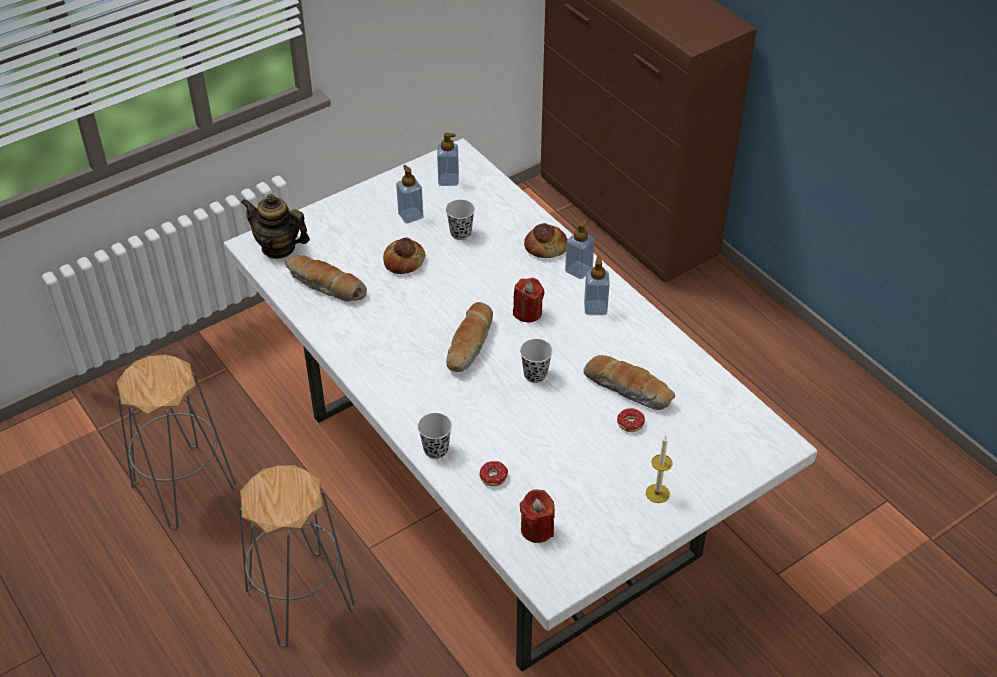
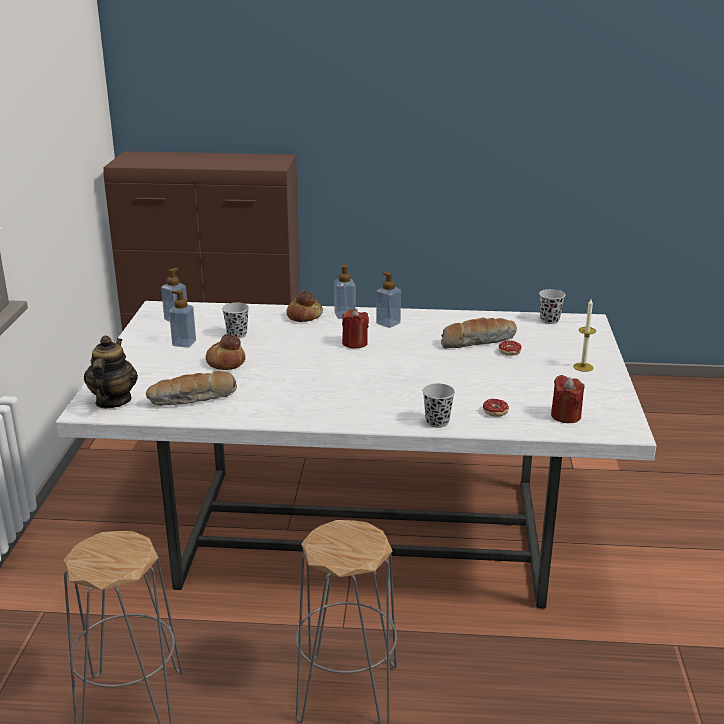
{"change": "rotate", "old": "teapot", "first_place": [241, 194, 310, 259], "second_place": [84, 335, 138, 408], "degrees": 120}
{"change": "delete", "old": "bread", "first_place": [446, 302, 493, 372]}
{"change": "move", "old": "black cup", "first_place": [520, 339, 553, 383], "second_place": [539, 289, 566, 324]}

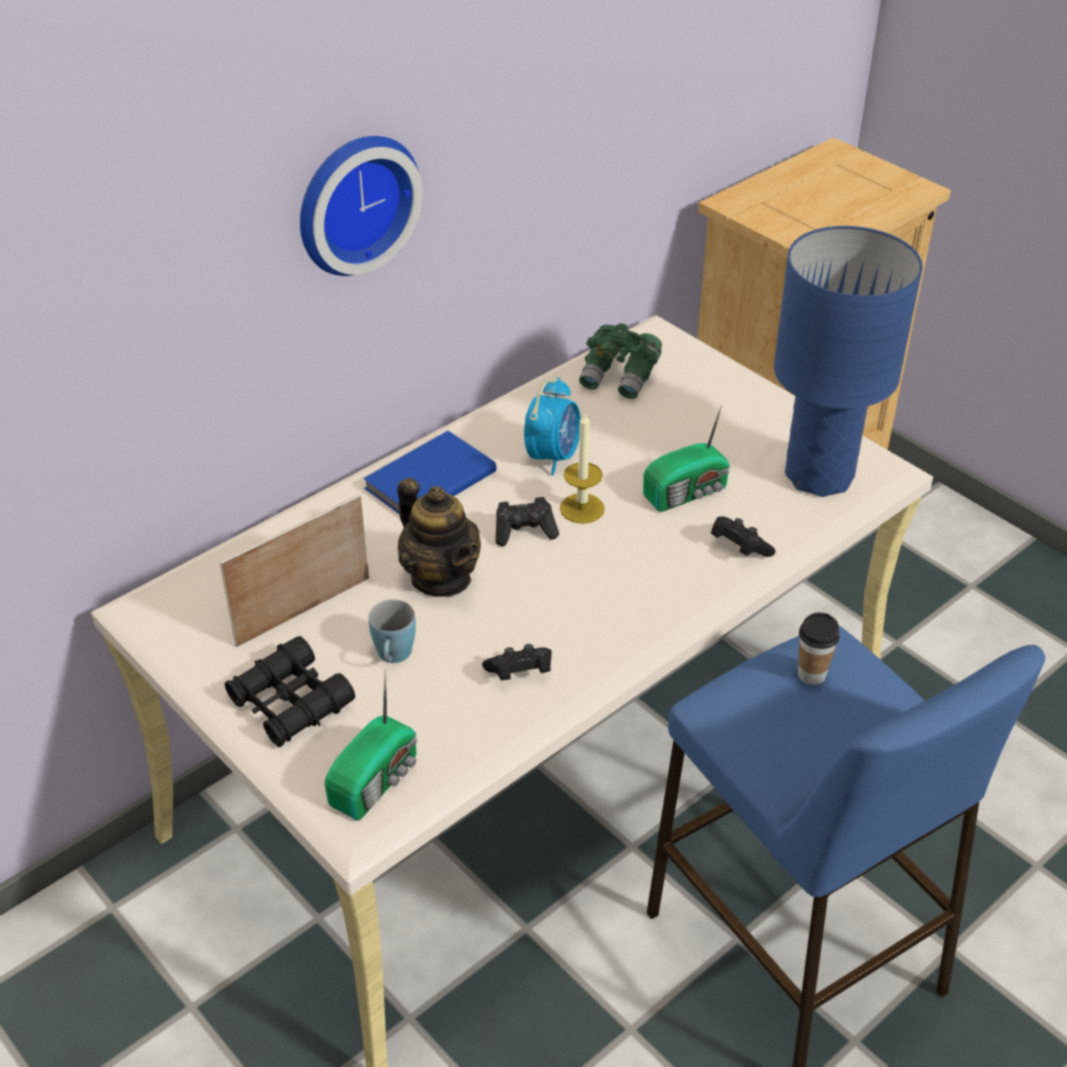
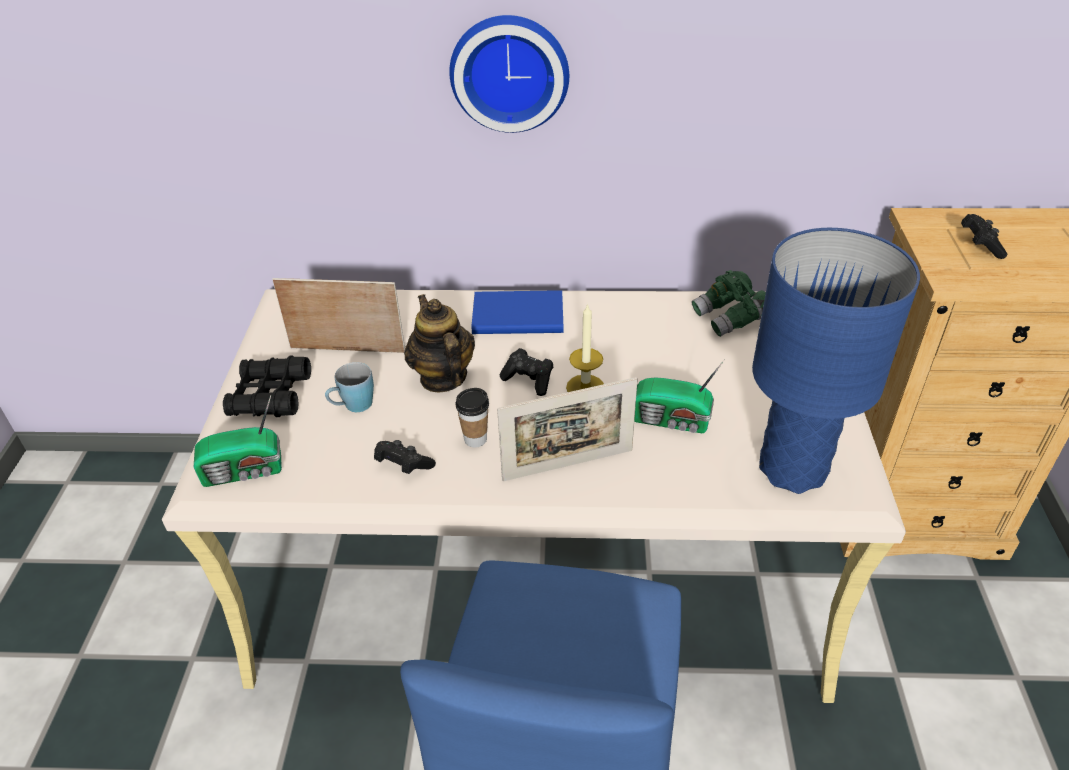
{"change": "delete", "old": "alarm clock", "first_place": [524, 377, 581, 476]}
{"change": "rotate", "old": "teapot", "first_place": [397, 478, 481, 597], "second_place": [404, 294, 475, 392], "degrees": 150}
{"change": "move", "old": "black game controller", "first_place": [711, 516, 775, 557], "second_place": [961, 214, 1007, 259]}
{"change": "move", "old": "cup", "first_place": [798, 613, 840, 685], "second_place": [455, 388, 489, 447]}
{"change": "insert", "new": "picture frame", "second_place": [497, 377, 638, 481]}

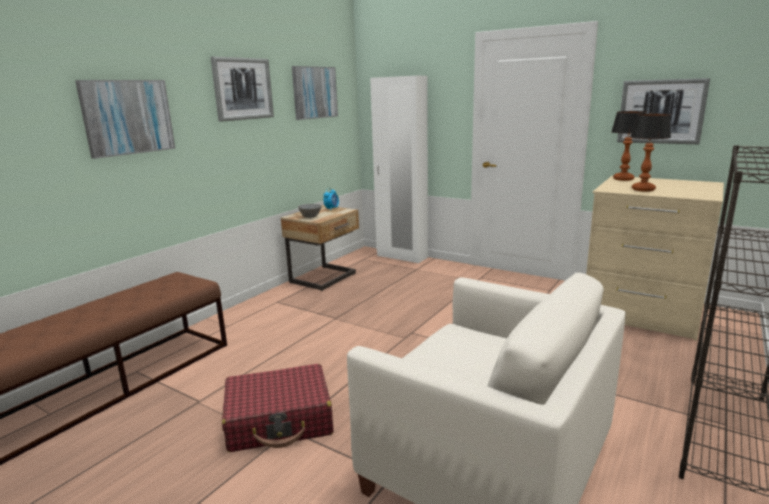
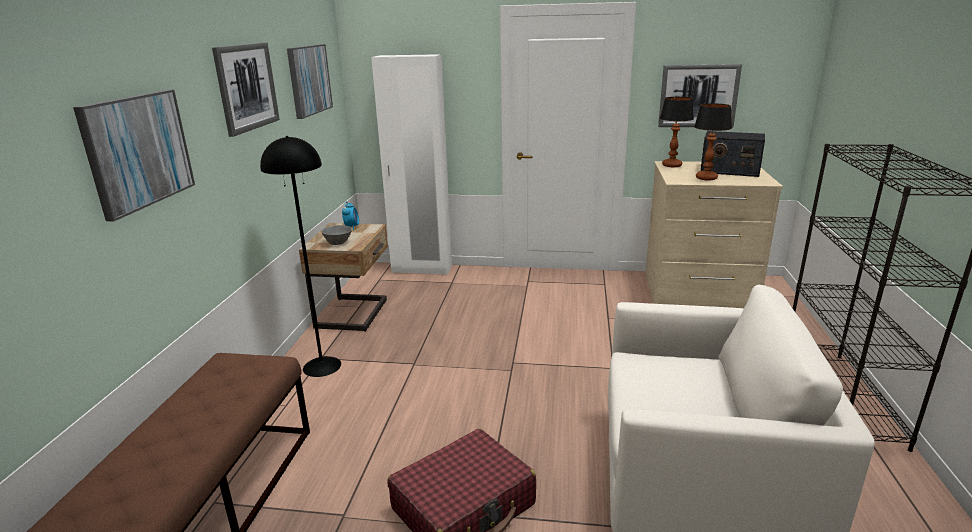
{"change": "insert", "new": "radio", "second_place": [701, 131, 765, 177]}
{"change": "insert", "new": "black floor lamp", "second_place": [260, 136, 341, 377]}

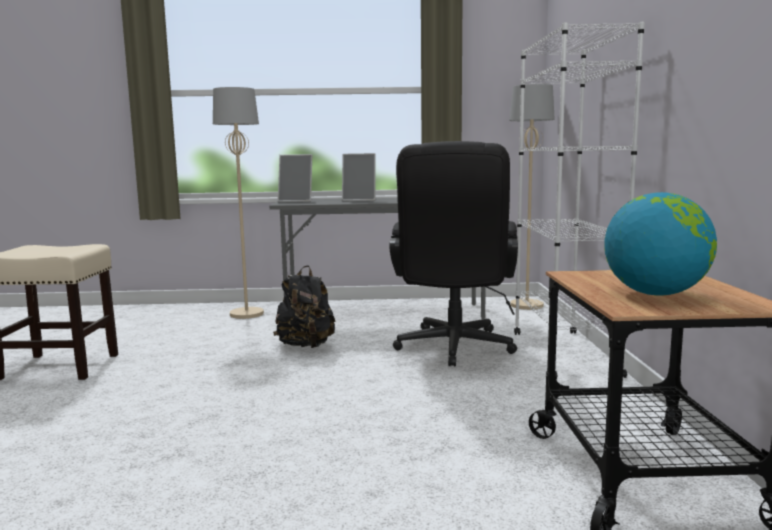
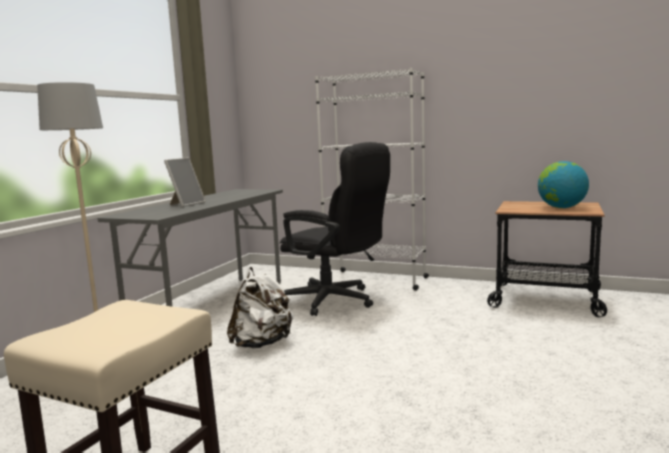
{"change": "delete", "old": "beige floor lamp", "first_place": [510, 84, 555, 310]}
{"change": "delete", "old": "picture frame", "first_place": [278, 154, 312, 202]}
{"change": "recolor", "old": "black backpack", "new": "white backpack", "first_place": [273, 265, 335, 348], "second_place": [227, 267, 294, 348]}

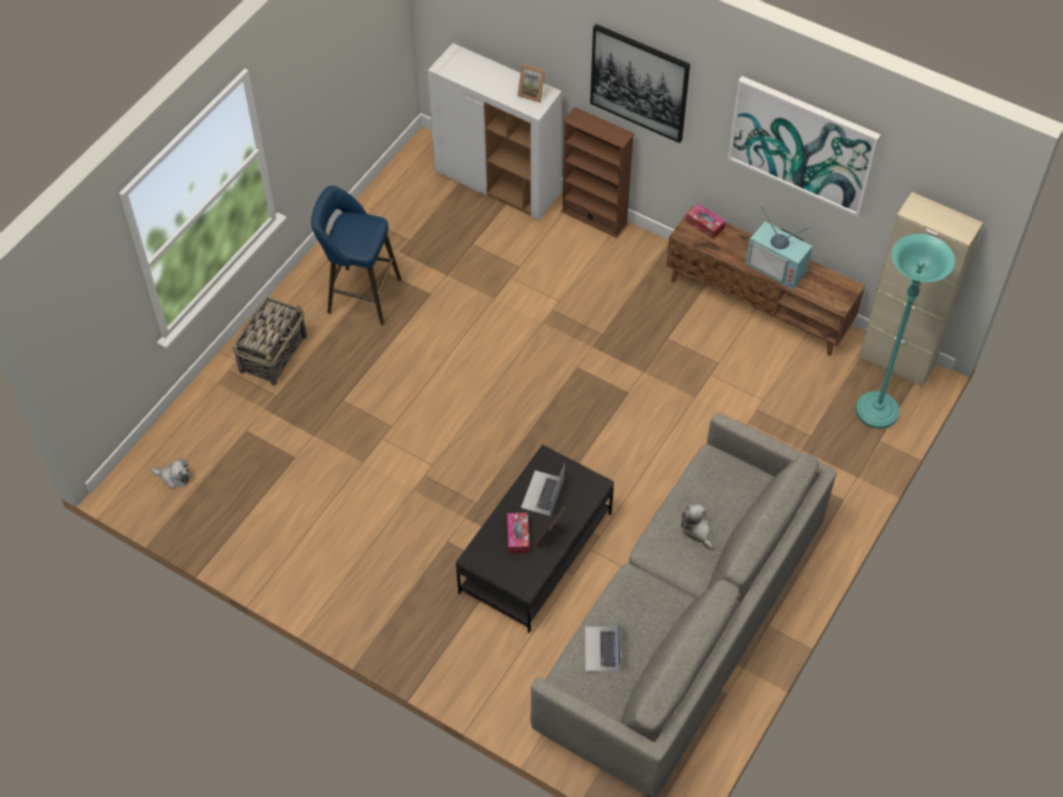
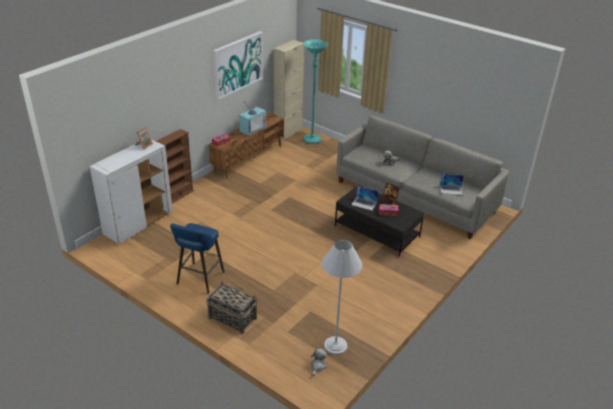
{"change": "delete", "old": "picture", "first_place": [590, 24, 690, 143]}
{"change": "insert", "new": "white floor lamp", "second_place": [322, 240, 362, 355]}

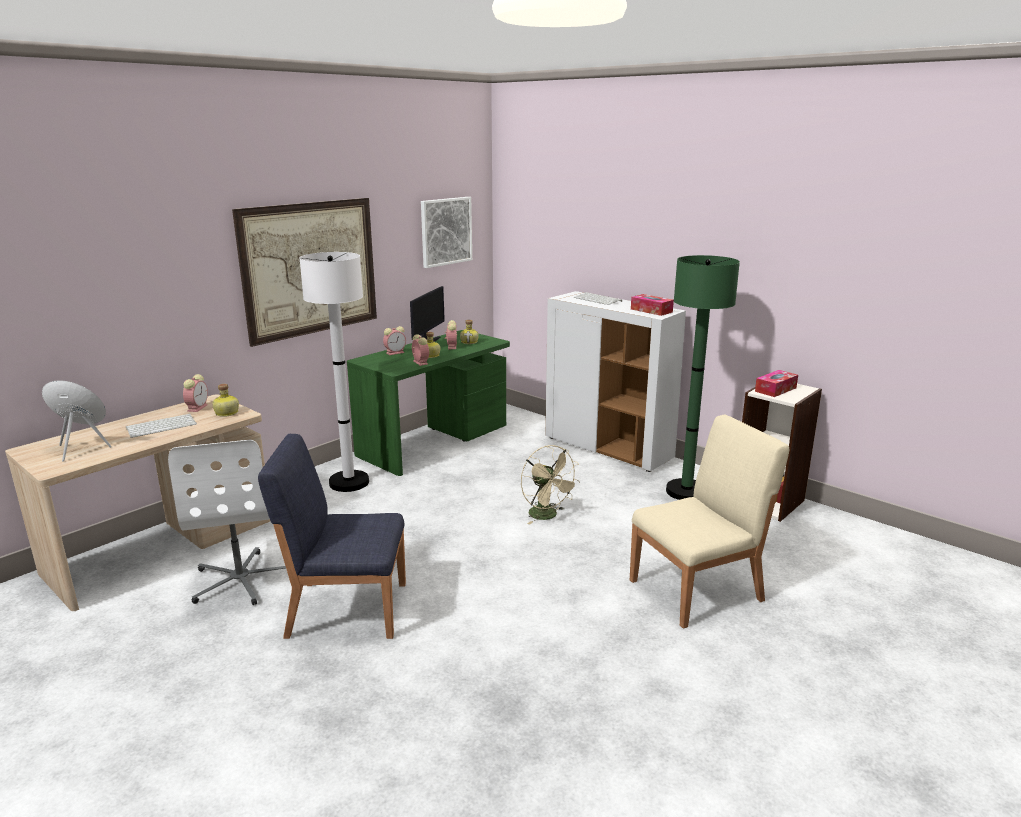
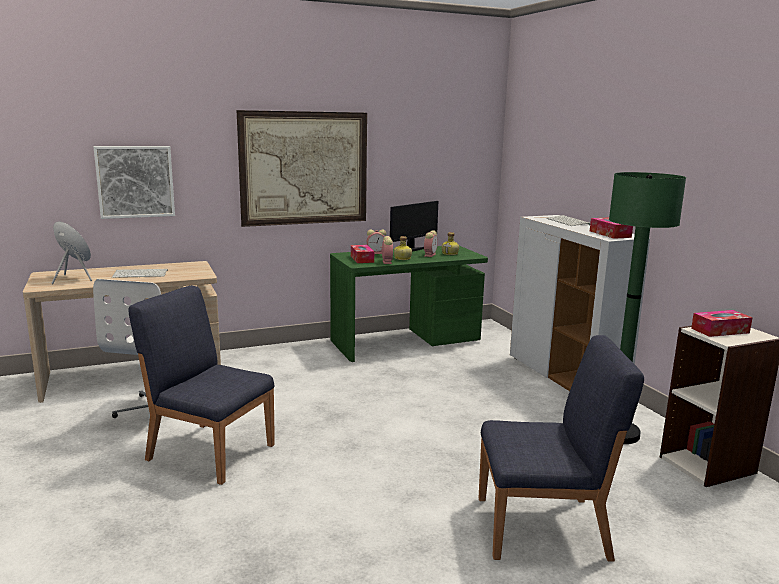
{"change": "move", "old": "picture", "first_place": [421, 197, 472, 268], "second_place": [94, 146, 175, 219]}
{"change": "delete", "old": "white floor lamp", "first_place": [300, 252, 369, 492]}
{"change": "delete", "old": "alarm clock", "first_place": [183, 374, 208, 412]}
{"change": "delete", "old": "bottle", "first_place": [212, 384, 239, 417]}
{"change": "recolor", "old": "beige chair", "new": "blue chair", "first_place": [630, 414, 789, 629], "second_place": [479, 335, 644, 561]}
{"change": "delete", "old": "beige fan", "first_place": [521, 445, 580, 524]}
{"change": "insert", "new": "tissue box", "second_place": [351, 245, 374, 263]}

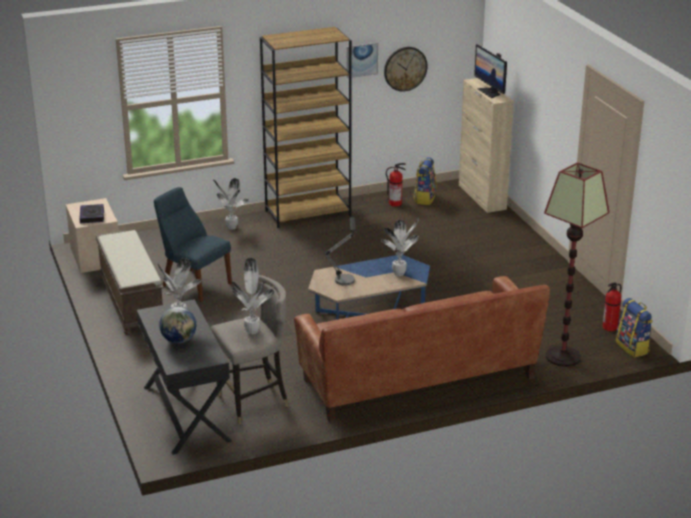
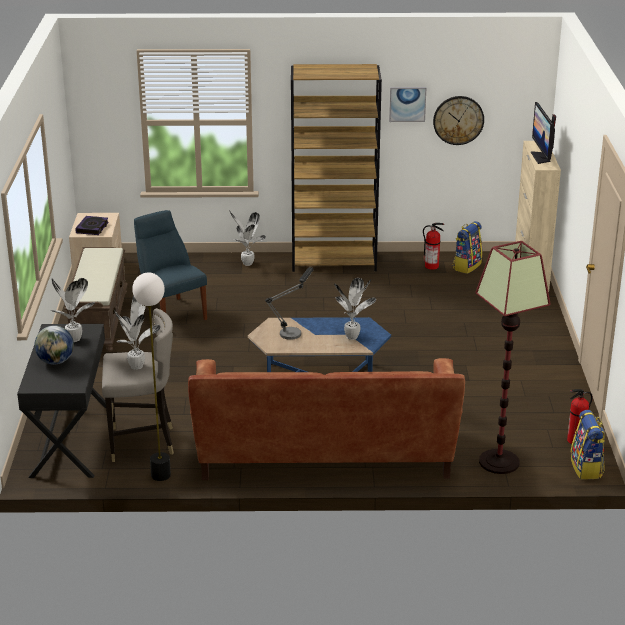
{"change": "insert", "new": "floor lamp", "second_place": [132, 272, 171, 481]}

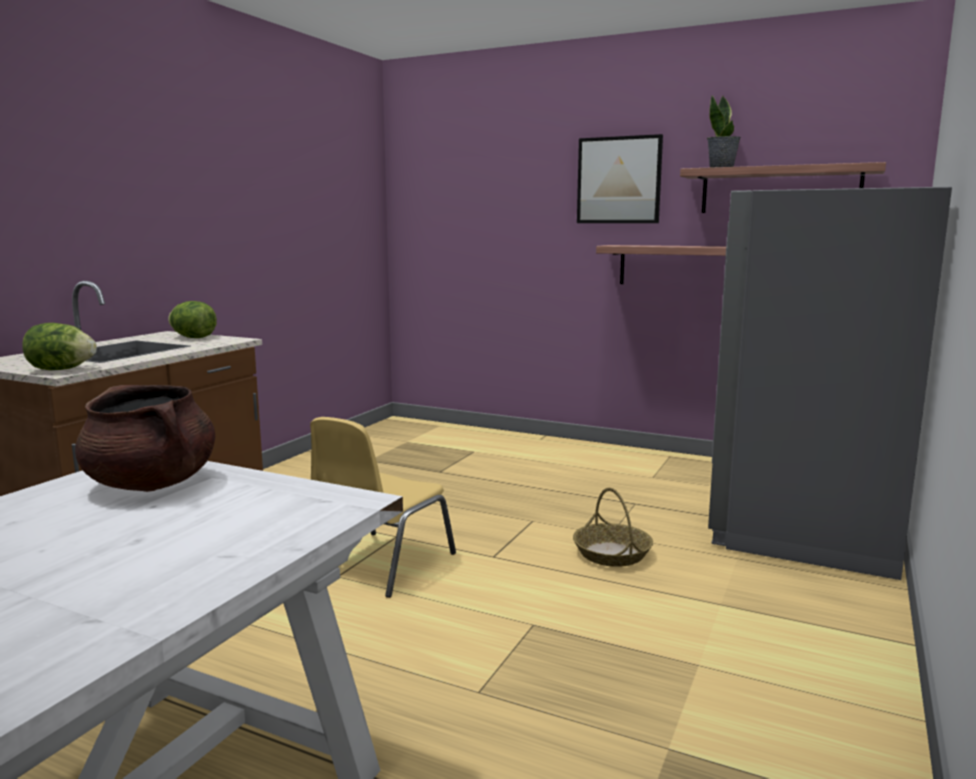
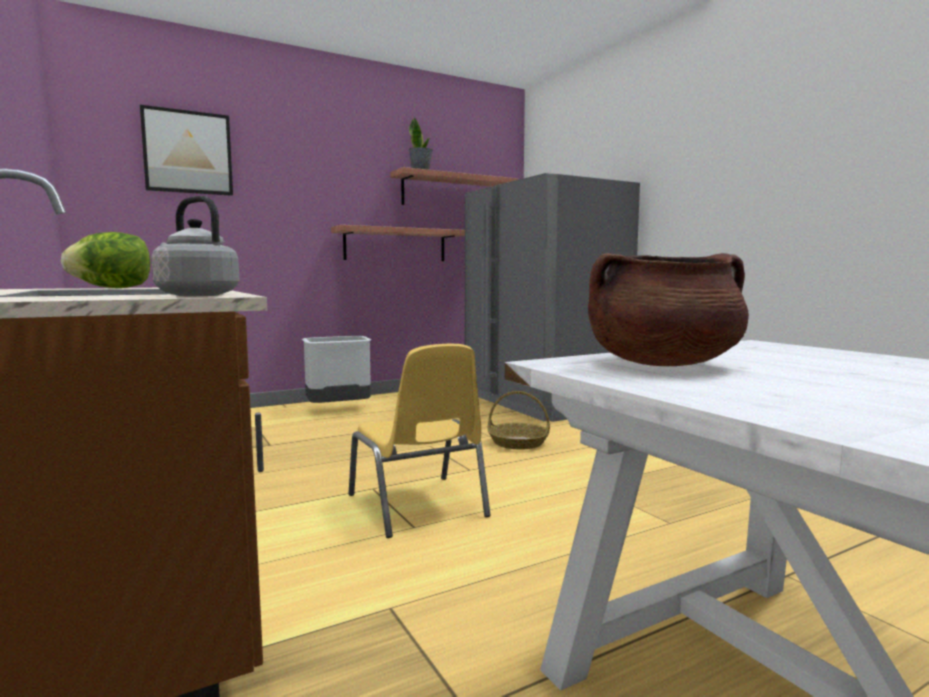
{"change": "move", "old": "picture", "first_place": [577, 134, 663, 223], "second_place": [140, 105, 233, 196]}
{"change": "replace", "old": "lettuce", "new": "grey kettle", "first_place": [22, 323, 97, 370], "second_place": [151, 196, 240, 296]}
{"change": "insert", "new": "grey trash can", "second_place": [302, 336, 371, 403]}

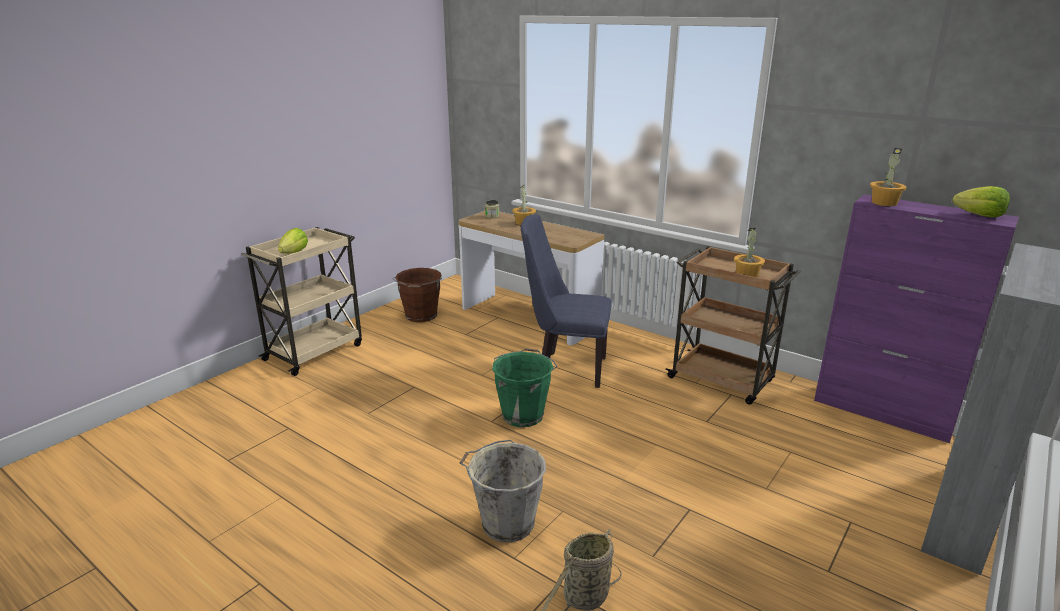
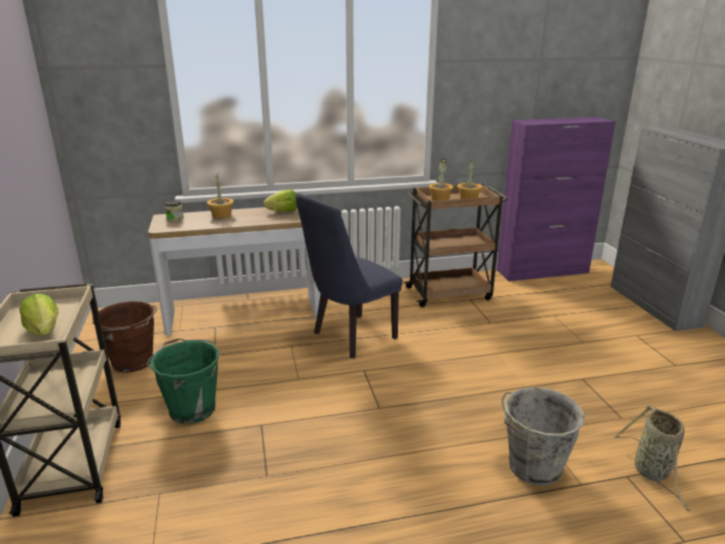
{"change": "move", "old": "potted plant", "first_place": [870, 148, 907, 206], "second_place": [428, 159, 453, 201]}
{"change": "move", "old": "lettuce", "first_place": [952, 186, 1010, 217], "second_place": [263, 190, 297, 212]}
{"change": "move", "old": "green bucket", "first_place": [492, 348, 557, 427], "second_place": [147, 338, 219, 424]}

